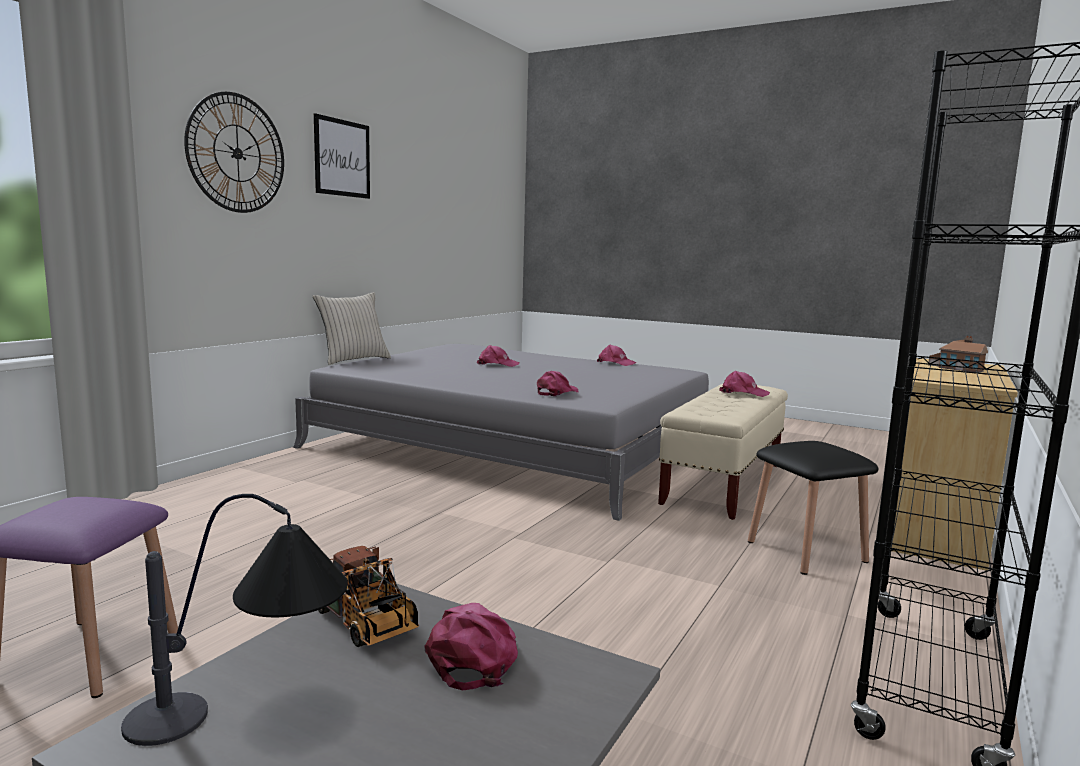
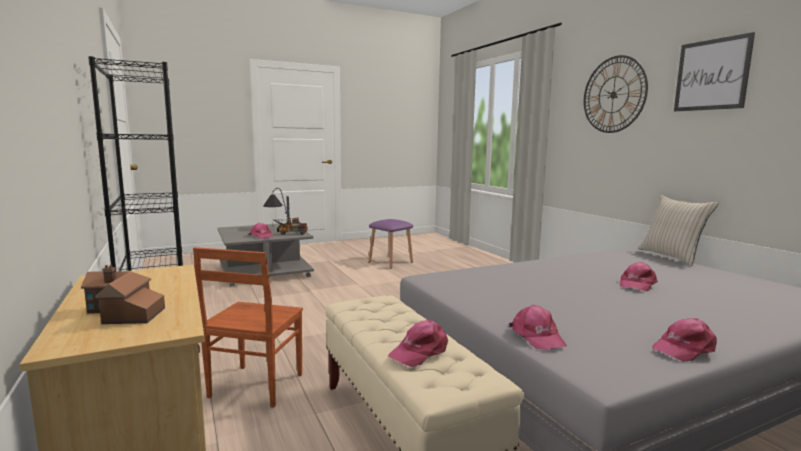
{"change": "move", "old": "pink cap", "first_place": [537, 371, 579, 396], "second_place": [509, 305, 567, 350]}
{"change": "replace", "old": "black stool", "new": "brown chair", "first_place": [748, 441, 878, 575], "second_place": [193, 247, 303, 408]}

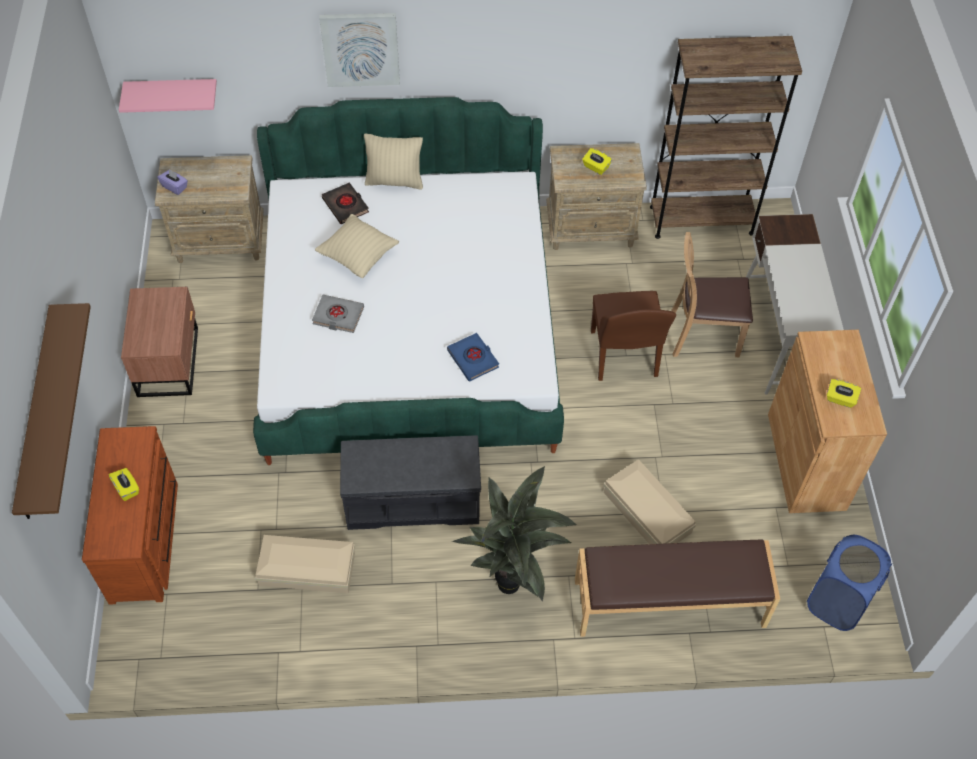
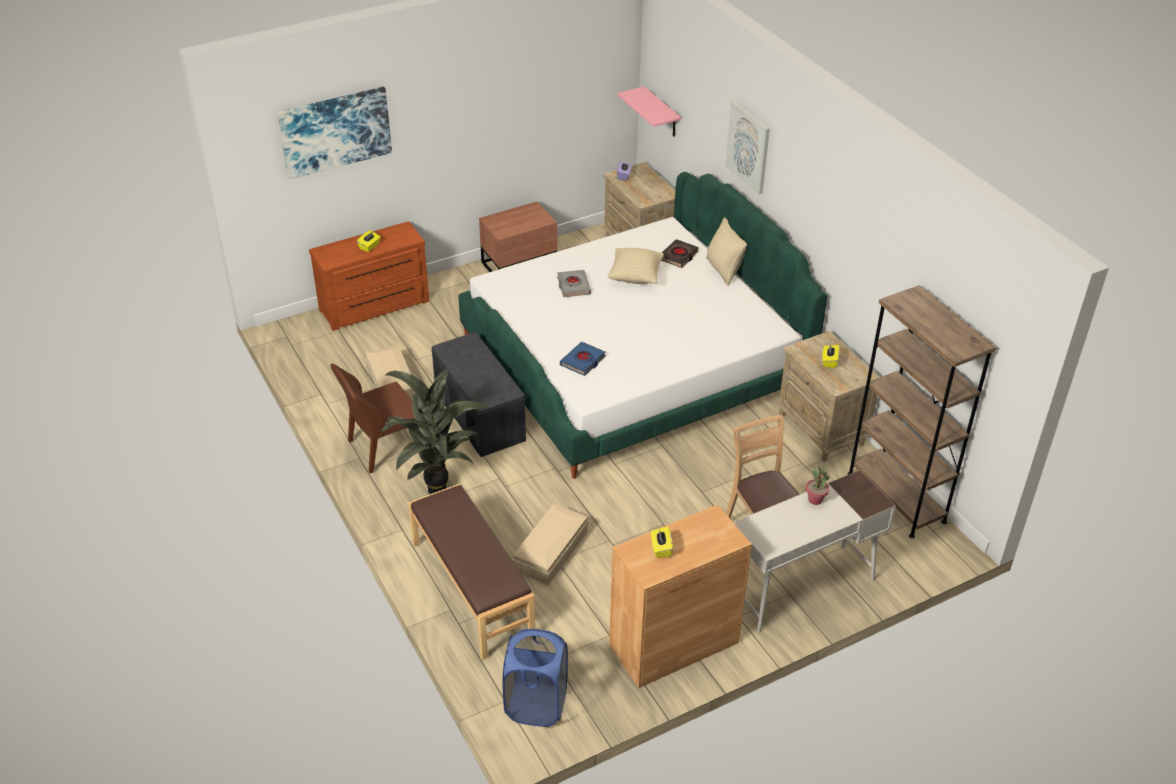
{"change": "move", "old": "brown chair", "first_place": [591, 291, 676, 381], "second_place": [330, 364, 415, 473]}
{"change": "replace", "old": "brown shelf", "new": "picture", "first_place": [12, 303, 91, 519], "second_place": [277, 86, 392, 179]}
{"change": "insert", "new": "potted plant", "second_place": [806, 466, 829, 505]}

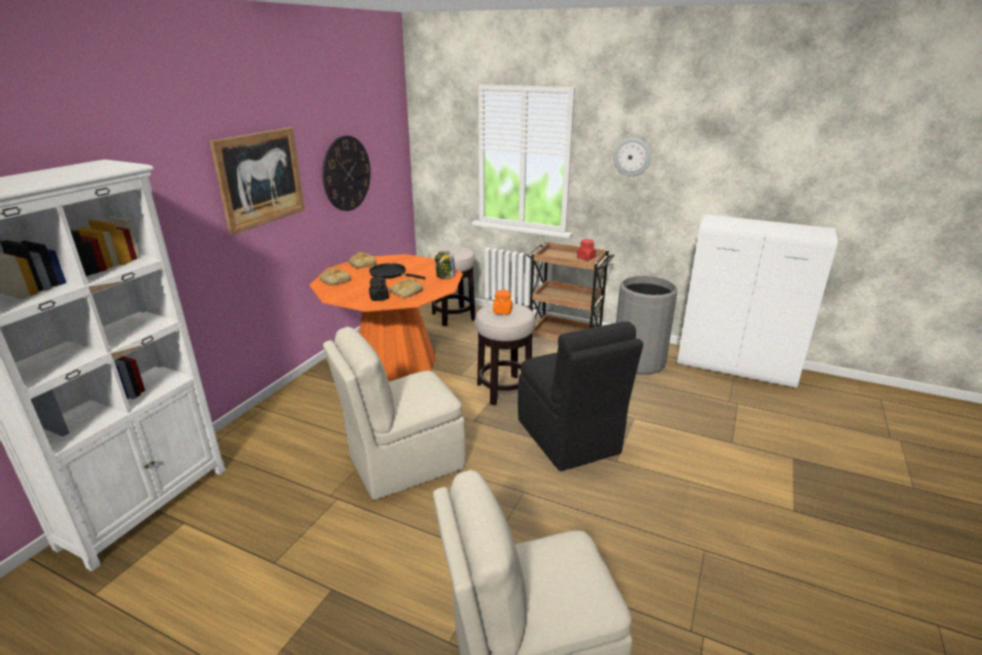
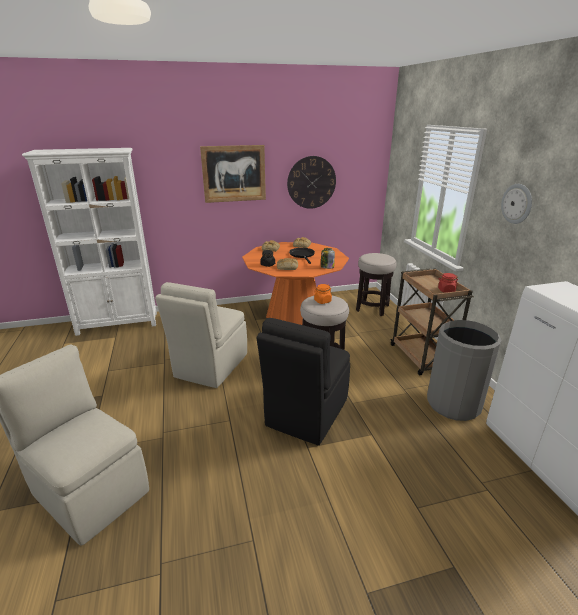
{"change": "rotate", "old": "beige chair", "first_place": [323, 327, 466, 500], "second_place": [155, 282, 247, 388], "degrees": -90}

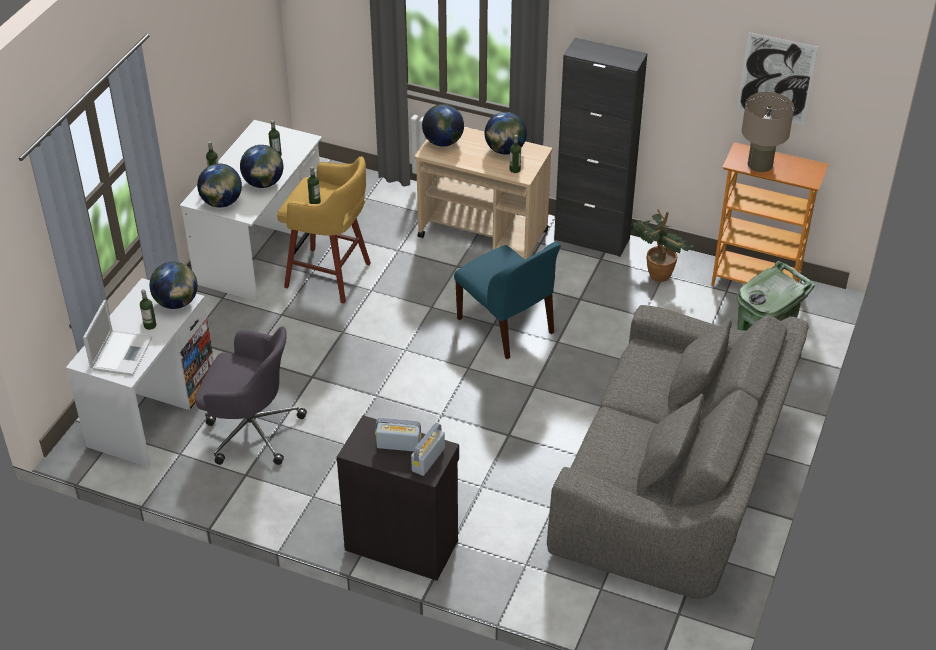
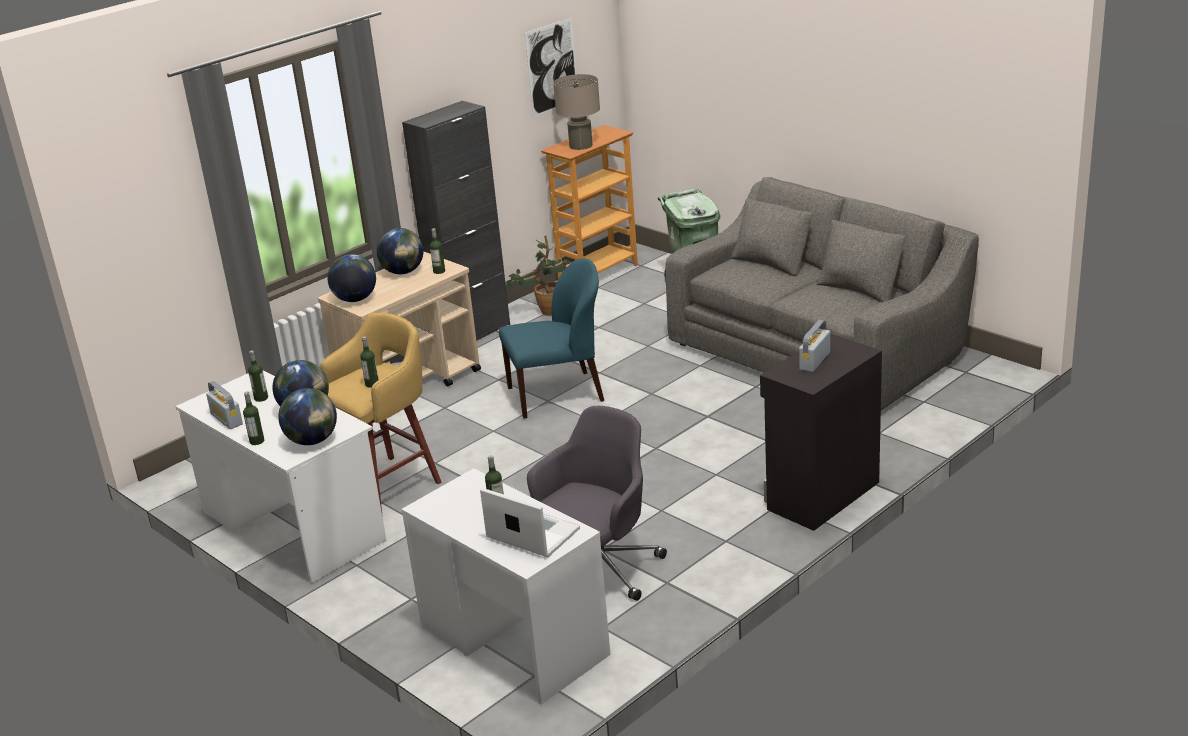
{"change": "delete", "old": "globe", "first_place": [150, 262, 198, 309]}
{"change": "move", "old": "radio", "first_place": [411, 423, 445, 476], "second_place": [206, 381, 243, 429]}

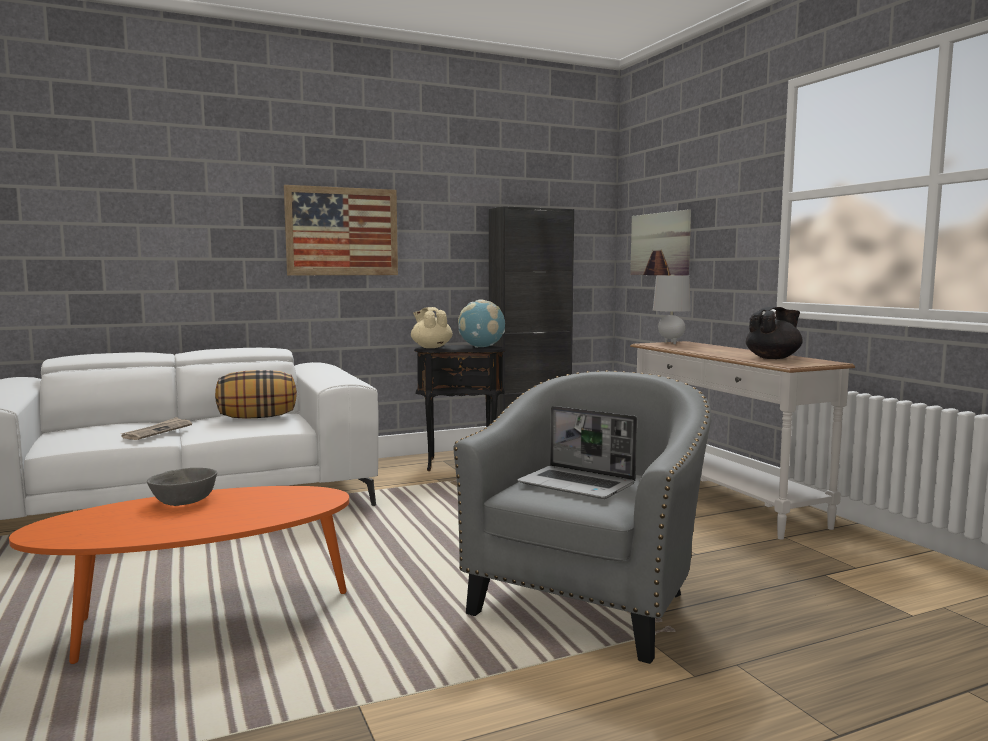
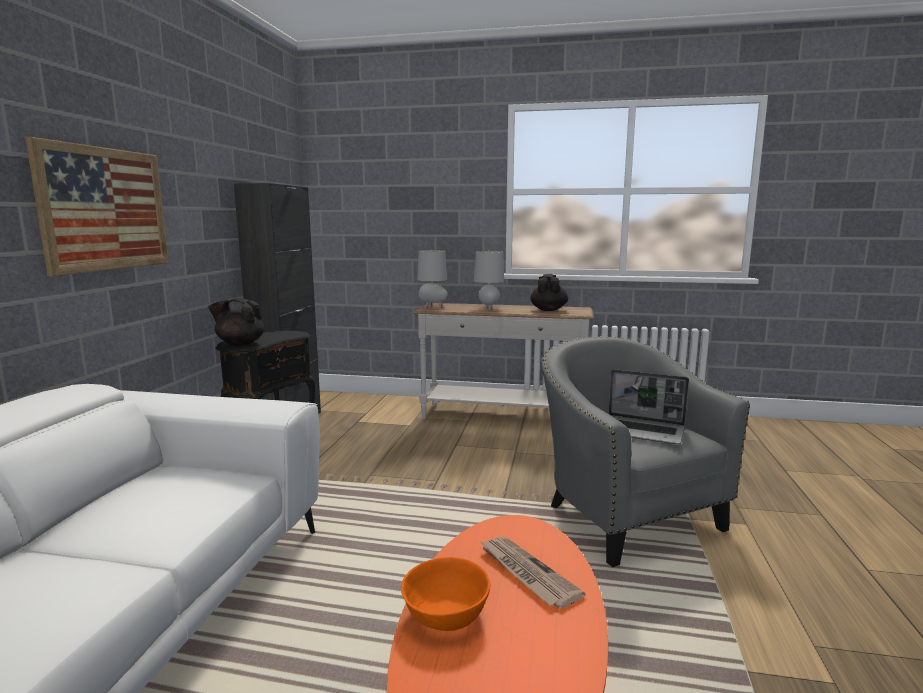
{"change": "delete", "old": "picture", "first_place": [630, 209, 691, 275]}
{"change": "delete", "old": "globe", "first_place": [458, 299, 505, 348]}
{"change": "recolor", "old": "beige teapot", "new": "black teapot", "first_place": [411, 307, 453, 348], "second_place": [208, 298, 265, 346]}
{"change": "delete", "old": "pillow", "first_place": [215, 370, 297, 419]}
{"change": "rotate", "old": "laptop", "first_place": [517, 406, 637, 499], "second_place": [609, 369, 689, 444], "degrees": 45}
{"change": "move", "old": "newspaper", "first_place": [121, 417, 192, 440], "second_place": [479, 537, 585, 609]}
{"change": "recolor", "old": "grey bowl", "new": "orange bowl", "first_place": [147, 468, 217, 506], "second_place": [401, 557, 491, 631]}
{"change": "insert", "new": "grey table lamp", "second_place": [473, 251, 504, 310]}

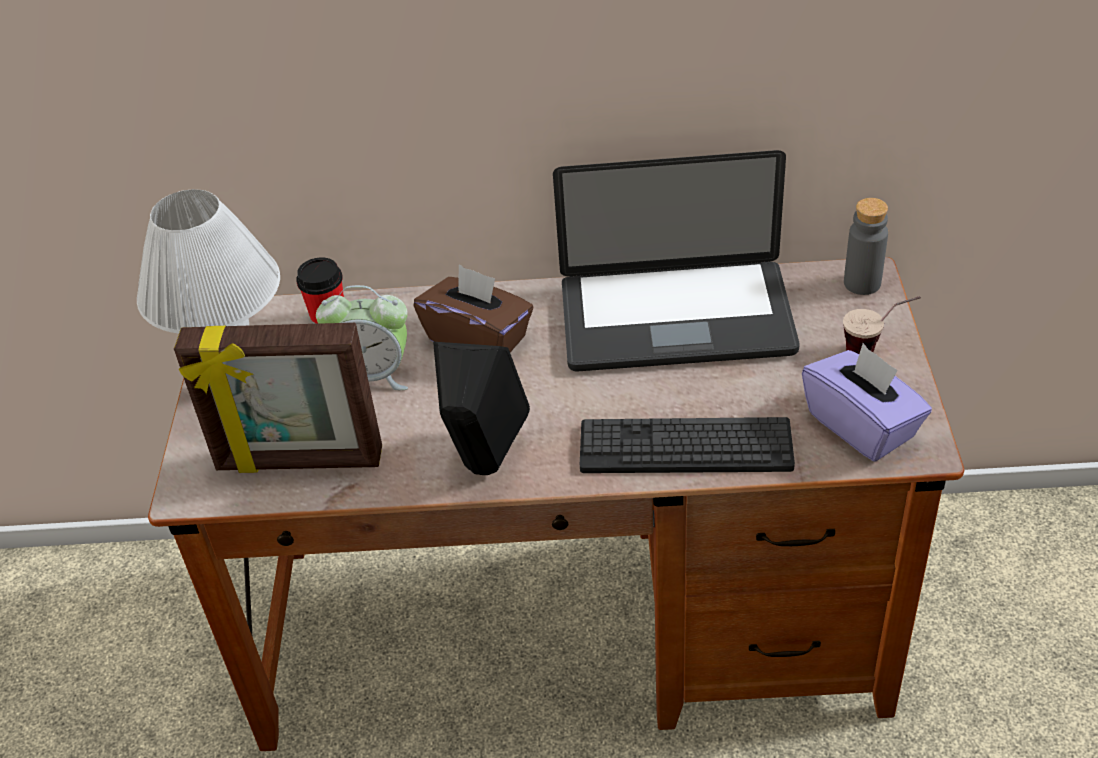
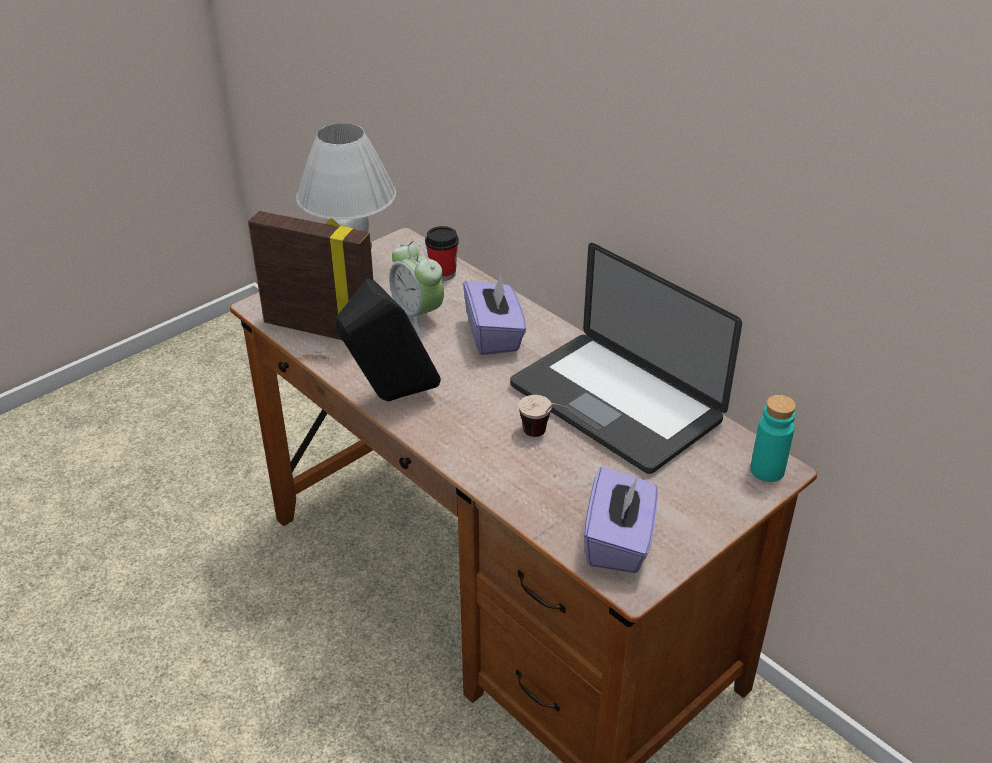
{"change": "recolor", "old": "grey bottle", "new": "turquoise bottle", "first_place": [844, 198, 888, 295], "second_place": [750, 395, 796, 482]}
{"change": "recolor", "old": "brown tissue box", "new": "purple tissue box", "first_place": [413, 264, 533, 352], "second_place": [463, 274, 526, 355]}
{"change": "move", "old": "cup", "first_place": [843, 296, 921, 354], "second_place": [518, 395, 569, 437]}
{"change": "rotate", "old": "picture frame", "first_place": [174, 323, 382, 473], "second_place": [248, 211, 374, 340], "degrees": 150}
{"change": "delete", "old": "keyboard", "first_place": [580, 417, 795, 473]}

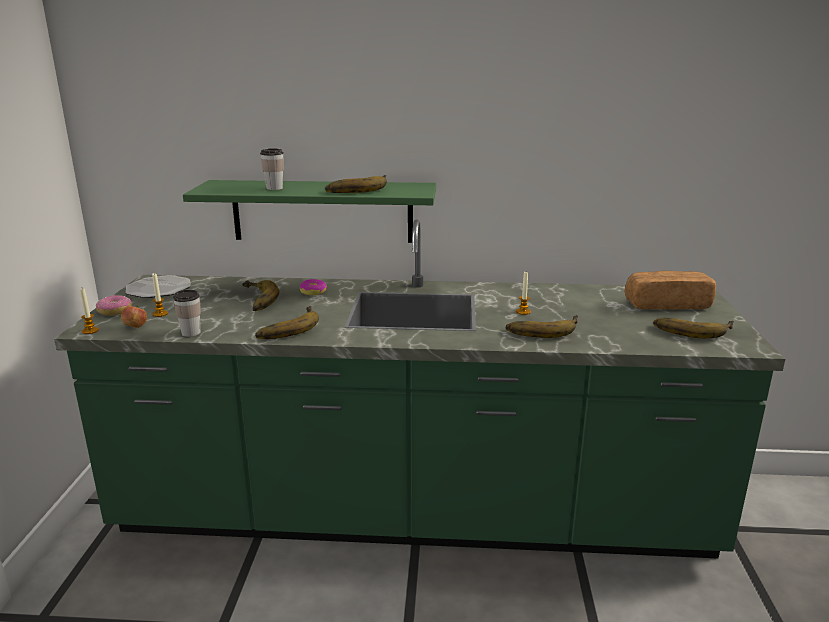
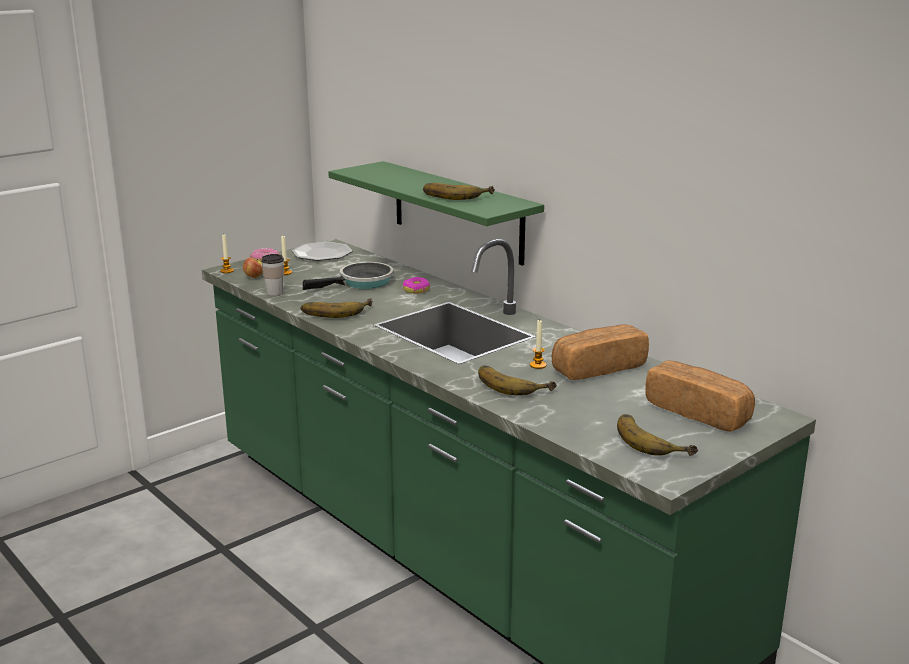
{"change": "delete", "old": "cup", "first_place": [260, 148, 284, 190]}
{"change": "replace", "old": "banana", "new": "frying pan", "first_place": [242, 280, 279, 311], "second_place": [303, 262, 393, 290]}
{"change": "insert", "new": "bread", "second_place": [552, 325, 649, 380]}

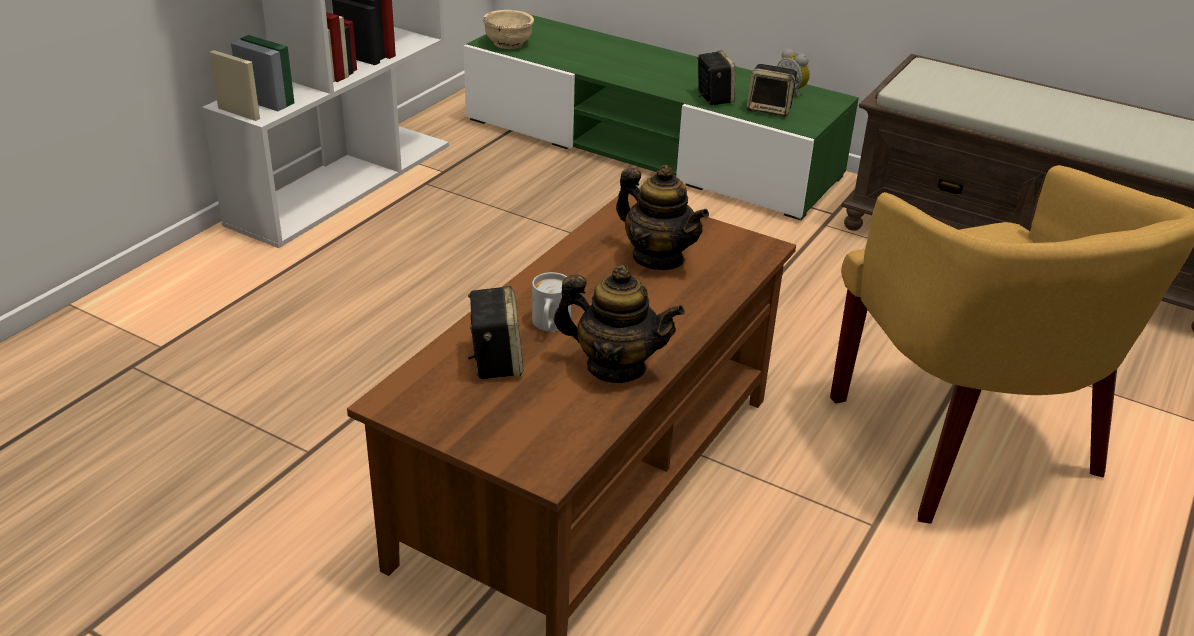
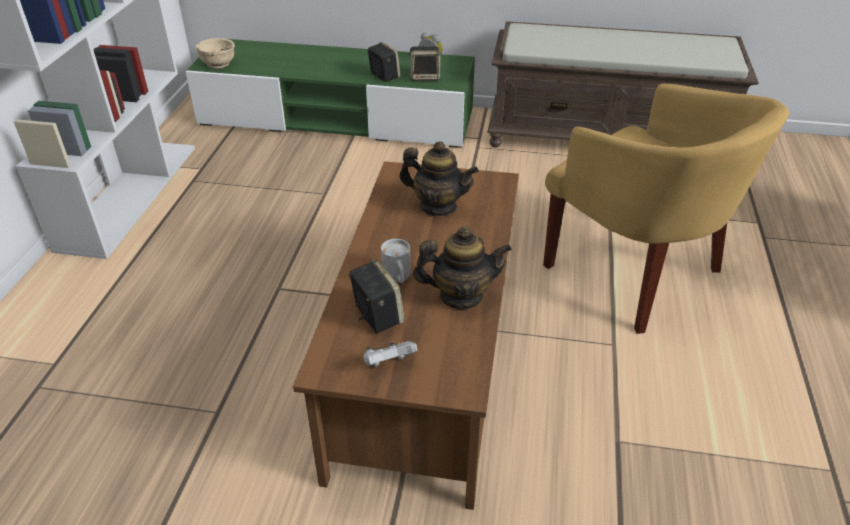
{"change": "insert", "new": "white game controller", "second_place": [363, 341, 417, 367]}

